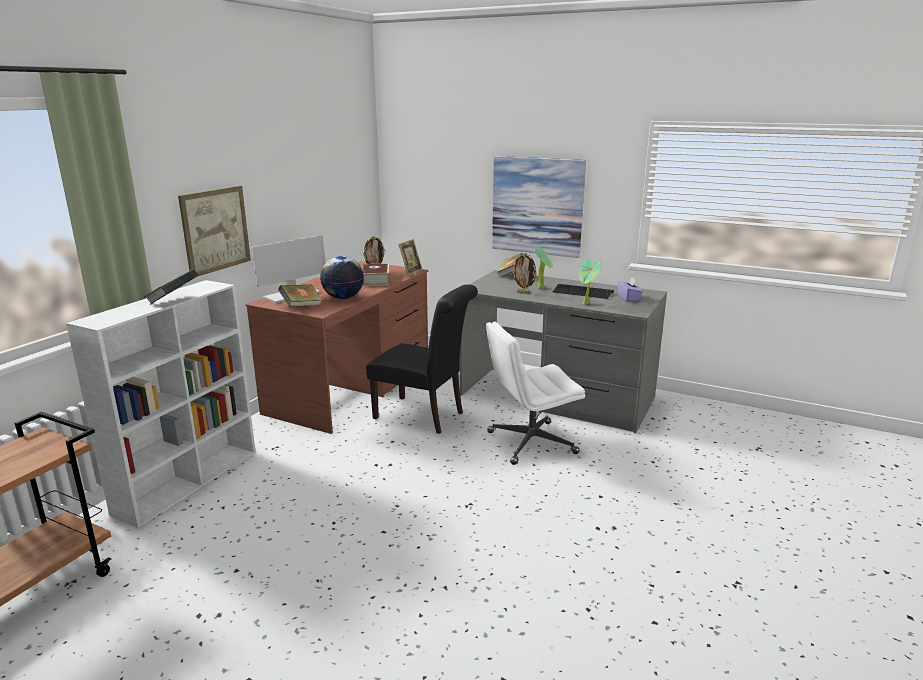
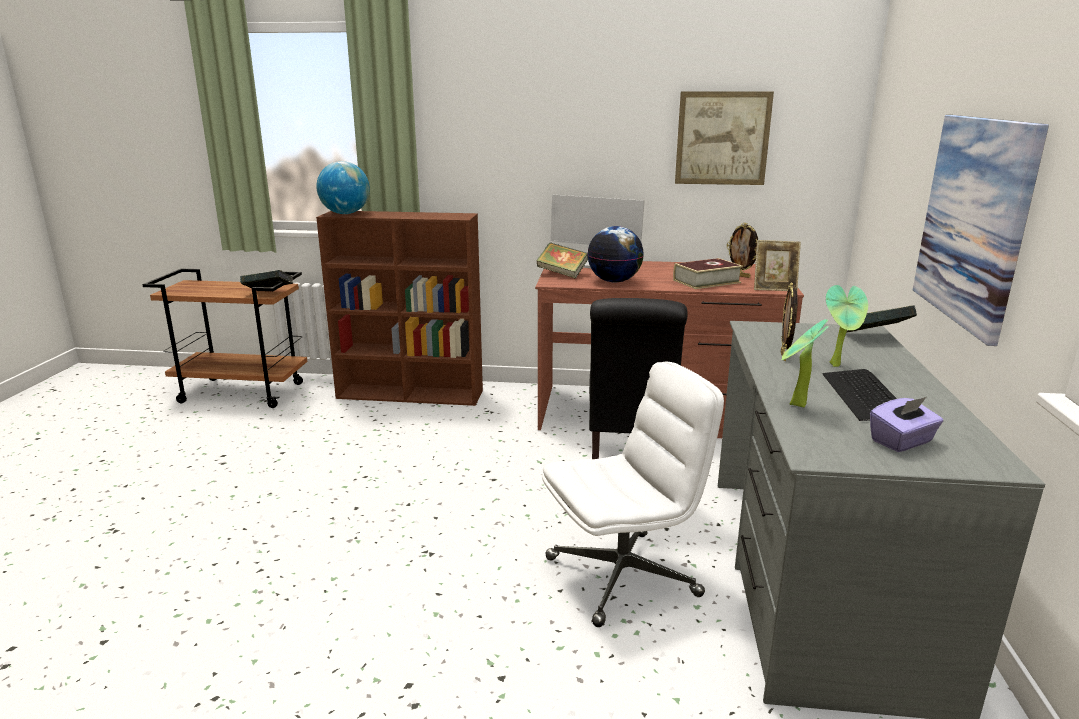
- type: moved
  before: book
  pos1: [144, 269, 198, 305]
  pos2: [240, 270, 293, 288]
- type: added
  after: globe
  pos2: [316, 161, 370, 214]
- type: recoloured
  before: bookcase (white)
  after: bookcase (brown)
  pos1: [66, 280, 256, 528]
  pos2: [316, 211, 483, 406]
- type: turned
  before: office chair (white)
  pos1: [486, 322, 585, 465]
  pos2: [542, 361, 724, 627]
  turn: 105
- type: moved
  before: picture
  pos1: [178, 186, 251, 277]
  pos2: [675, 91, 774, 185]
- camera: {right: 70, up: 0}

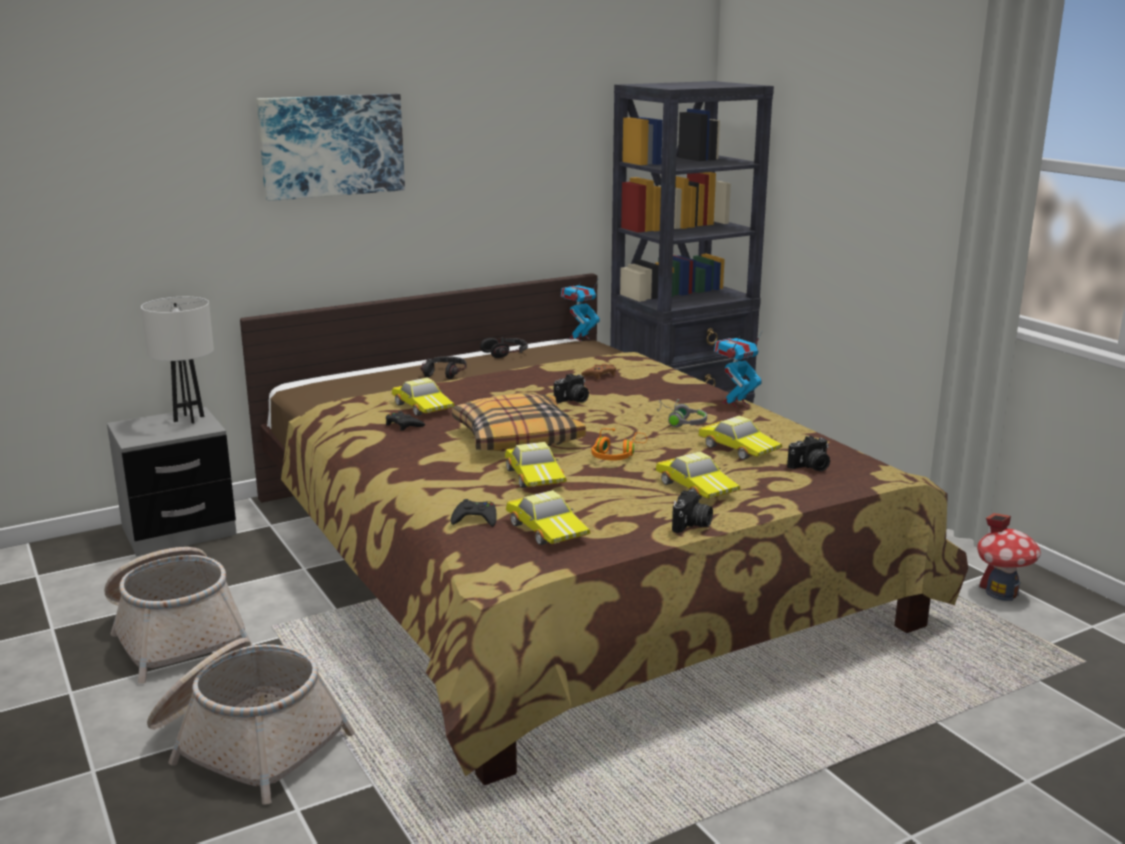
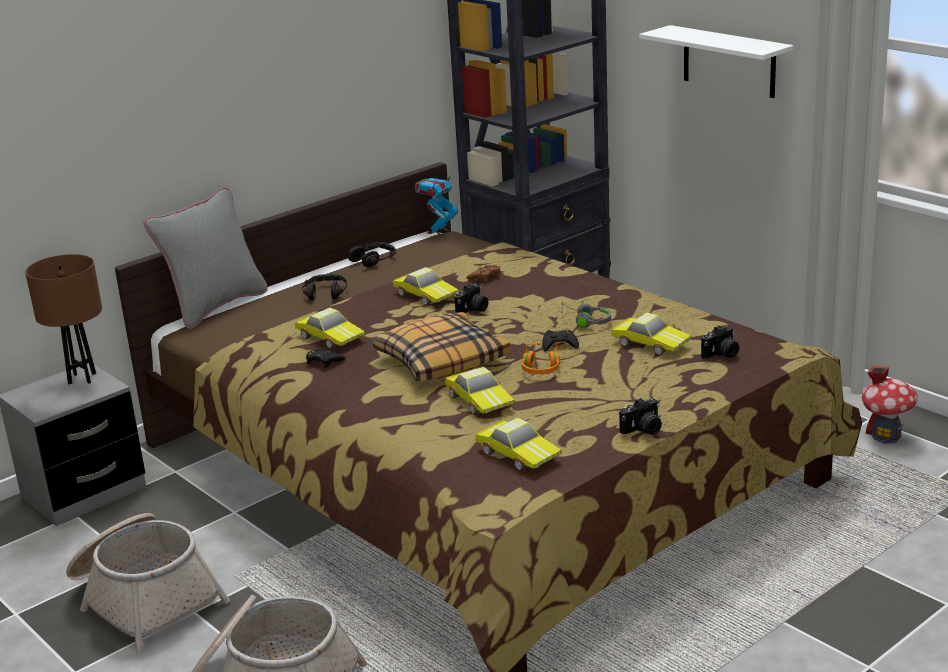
- type: recoloured
  before: table lamp (white)
  after: table lamp (brown)
  pos1: [141, 297, 214, 424]
  pos2: [25, 254, 102, 384]
- type: added
  after: pillow (grey)
  pos2: [143, 187, 268, 329]
- type: moved
  before: toy car
  pos1: [656, 451, 740, 500]
  pos2: [393, 267, 459, 305]
- type: moved
  before: game controller (black)
  pos1: [451, 499, 497, 527]
  pos2: [542, 330, 579, 352]
- type: turned
  before: photo camera
  pos1: [672, 489, 713, 533]
  pos2: [619, 398, 662, 435]
  turn: 45
- type: added
  after: shelf (white)
  pos2: [639, 25, 794, 98]
- type: removed
  before: picture
  pos1: [256, 94, 405, 201]
- type: removed
  before: toy robot
  pos1: [714, 332, 762, 407]
- camera: {right: -10, up: 5}

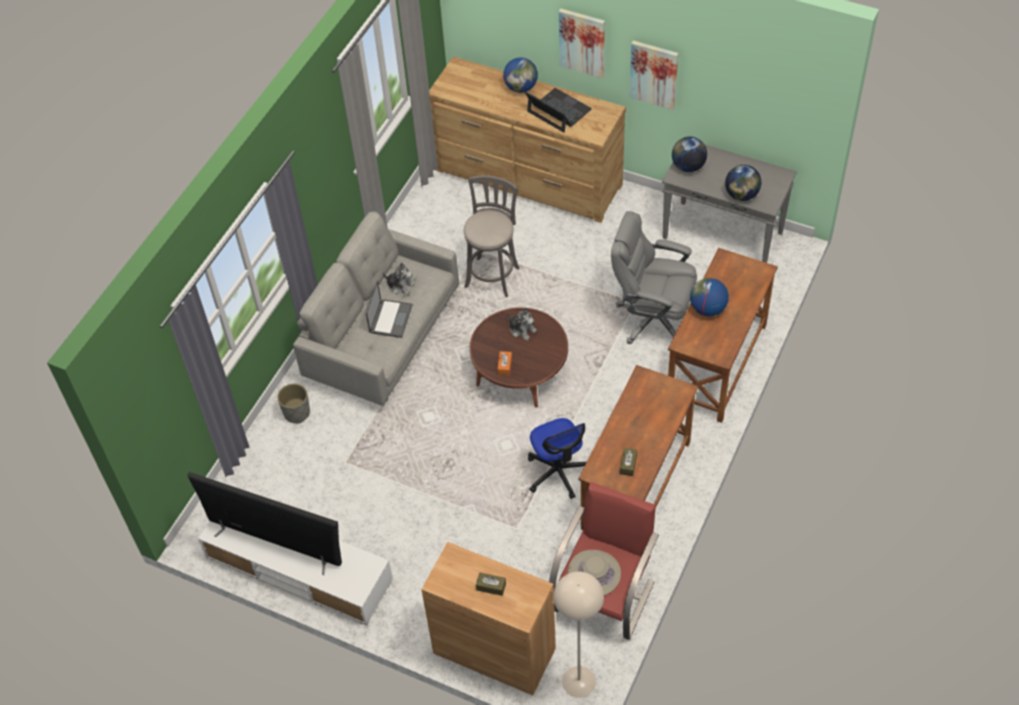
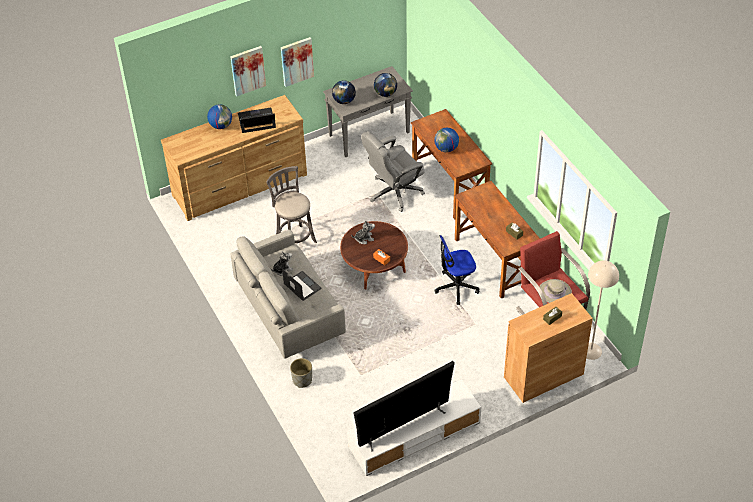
- type: turned
  before: office chair
  pos1: [528, 418, 587, 499]
  pos2: [434, 235, 479, 305]
  turn: 150
- camera: {right: -55, up: -5}

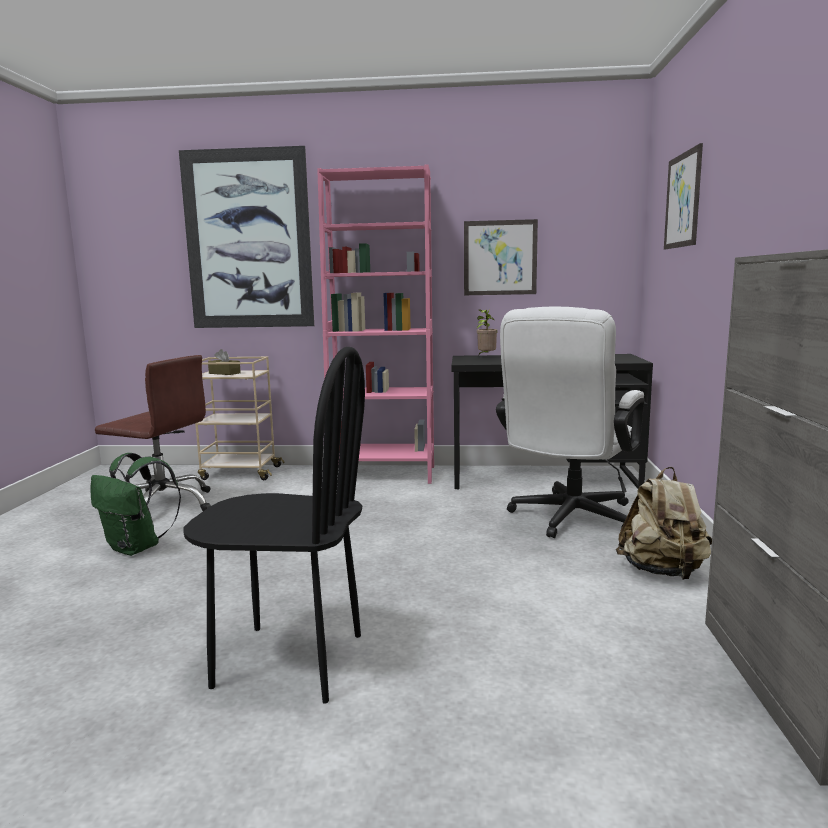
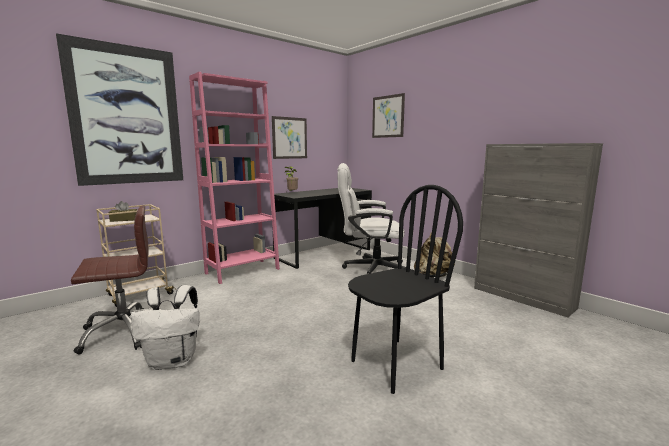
- type: recoloured
  before: backpack (green)
  after: backpack (white)
  pos1: [90, 453, 181, 556]
  pos2: [131, 285, 199, 370]
- type: turned
  before: office chair (white)
  pos1: [496, 307, 645, 538]
  pos2: [338, 163, 406, 274]
  turn: 105
- camera: {right: -45, up: 0}

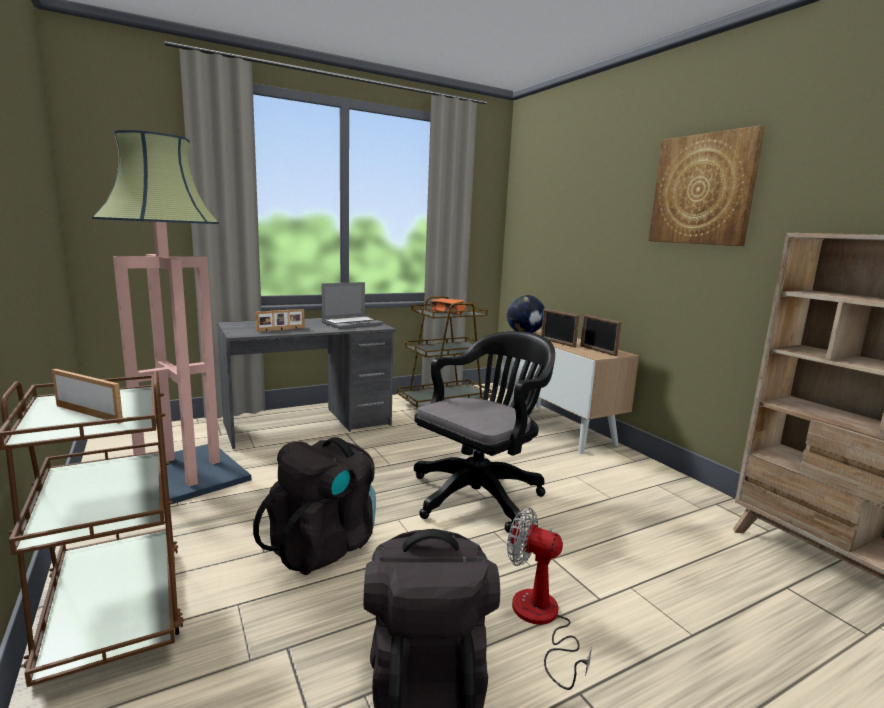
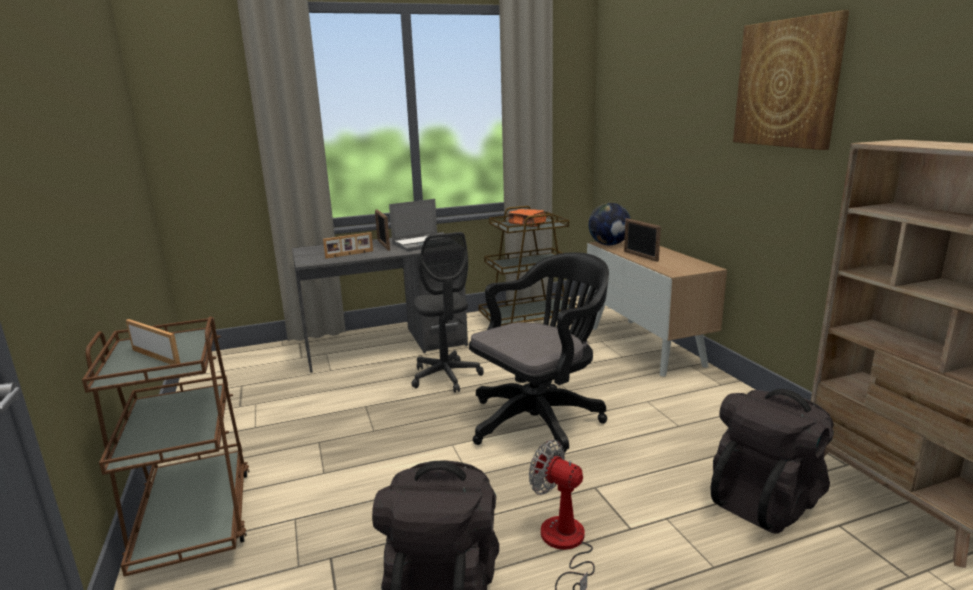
- type: moved
  before: picture frame
  pos1: [580, 314, 622, 356]
  pos2: [375, 209, 390, 251]
- type: added
  after: office chair (grey)
  pos2: [412, 232, 484, 393]
- type: moved
  before: backpack (black)
  pos1: [253, 437, 376, 575]
  pos2: [711, 389, 833, 534]
- type: removed
  before: floor lamp
  pos1: [91, 130, 251, 505]
- camera: {right: 10, up: 5}

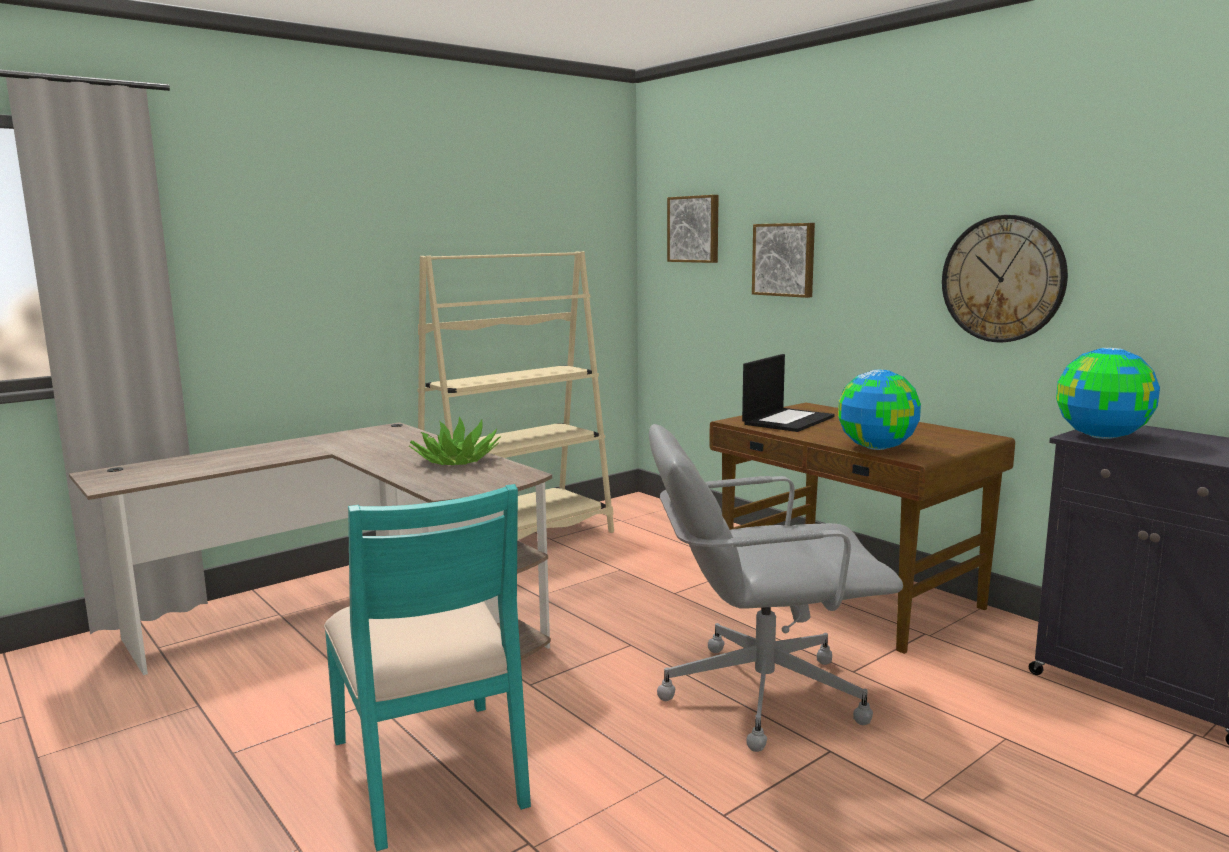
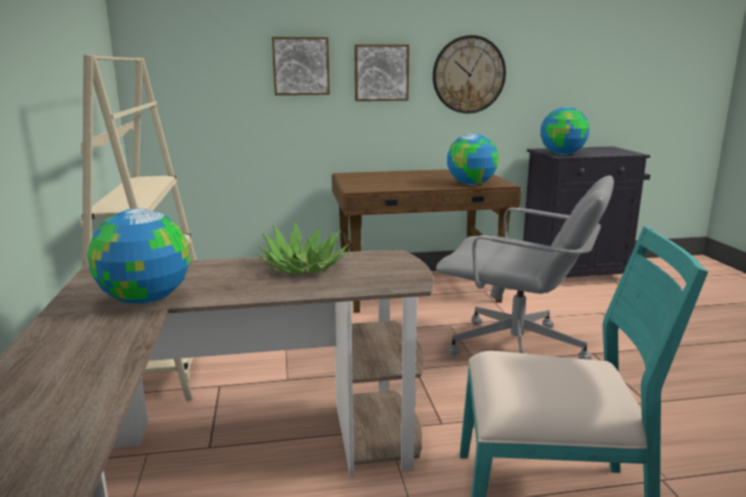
- type: added
  after: globe
  pos2: [87, 208, 190, 303]
- type: moved
  before: picture
  pos1: [667, 195, 719, 263]
  pos2: [354, 44, 409, 101]
- type: turned
  before: office chair (grey)
  pos1: [649, 424, 903, 752]
  pos2: [436, 175, 614, 360]
  turn: -90
- type: removed
  before: laptop
  pos1: [742, 354, 835, 432]
- camera: {right: -60, up: 5}

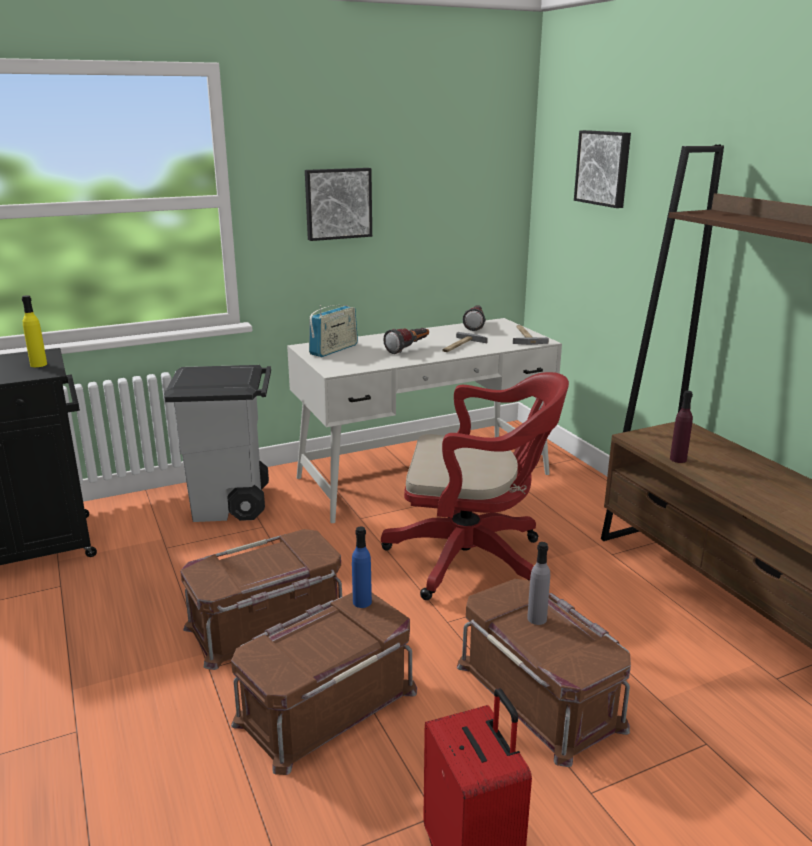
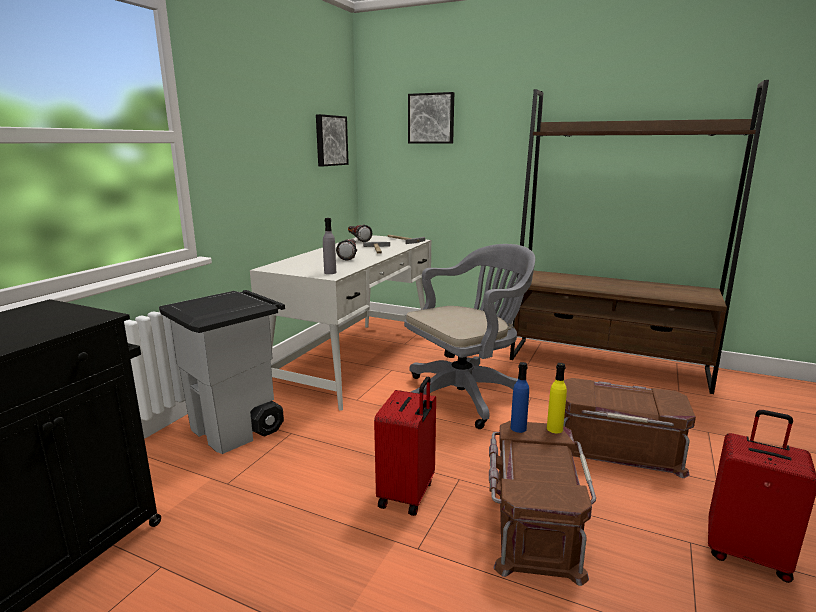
- type: moved
  before: picture
  pos1: [305, 168, 372, 241]
  pos2: [316, 114, 349, 166]
- type: moved
  before: bottle (grey)
  pos1: [527, 542, 550, 625]
  pos2: [323, 218, 336, 274]
- type: replaced
  before: storage box (brown)
  after: suitcase (red)
  pos1: [180, 529, 342, 670]
  pos2: [374, 377, 436, 516]
- type: recoloured
  before: office chair (red)
  after: office chair (grey)
  pos1: [381, 372, 569, 600]
  pos2: [404, 244, 535, 429]
- type: moved
  before: bottle (yellow)
  pos1: [22, 295, 47, 367]
  pos2: [547, 363, 567, 433]
- type: removed
  before: radio
  pos1: [309, 305, 358, 357]
- type: removed
  before: bottle (purple)
  pos1: [670, 391, 693, 463]
- camera: {right: -40, up: -5}

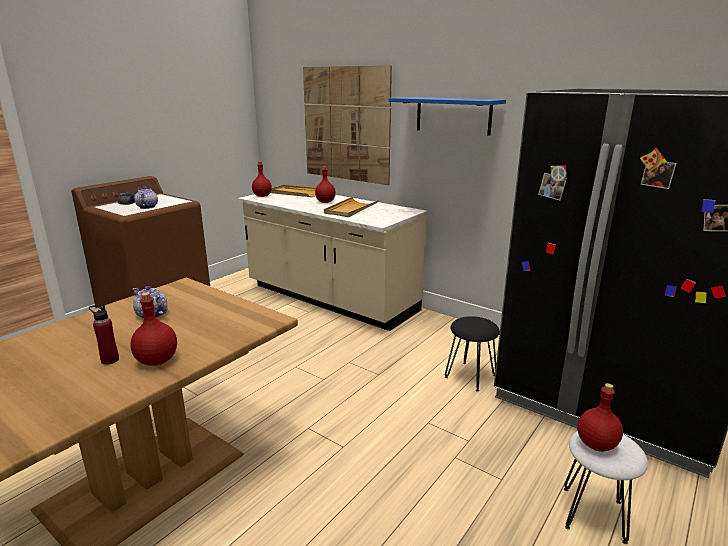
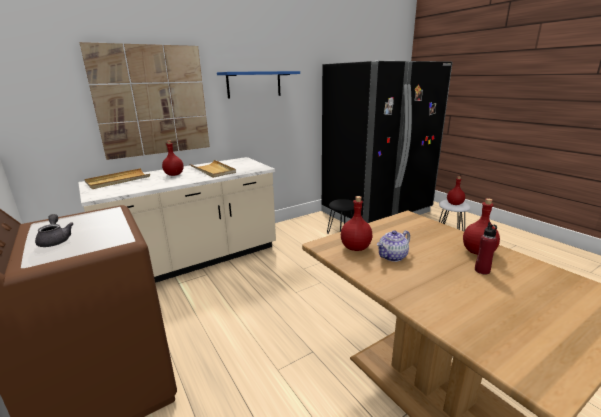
- type: moved
  before: bottle (red)
  pos1: [252, 162, 272, 197]
  pos2: [341, 196, 372, 251]
- type: removed
  before: teapot
  pos1: [135, 186, 158, 209]
- camera: {right: -70, up: 0}

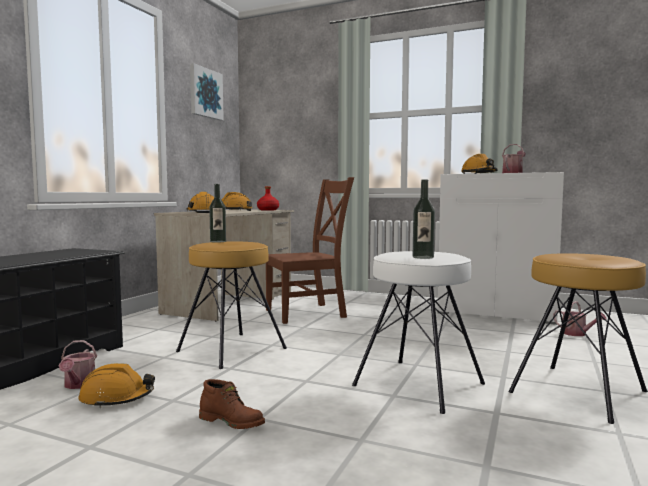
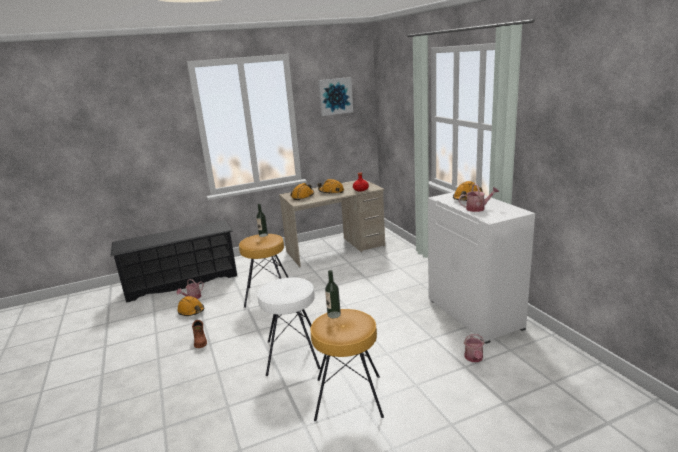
- type: moved
  before: bottle
  pos1: [413, 180, 435, 259]
  pos2: [325, 270, 341, 318]
- type: removed
  before: chair (brown)
  pos1: [266, 177, 354, 324]
- camera: {right: 45, up: 15}

